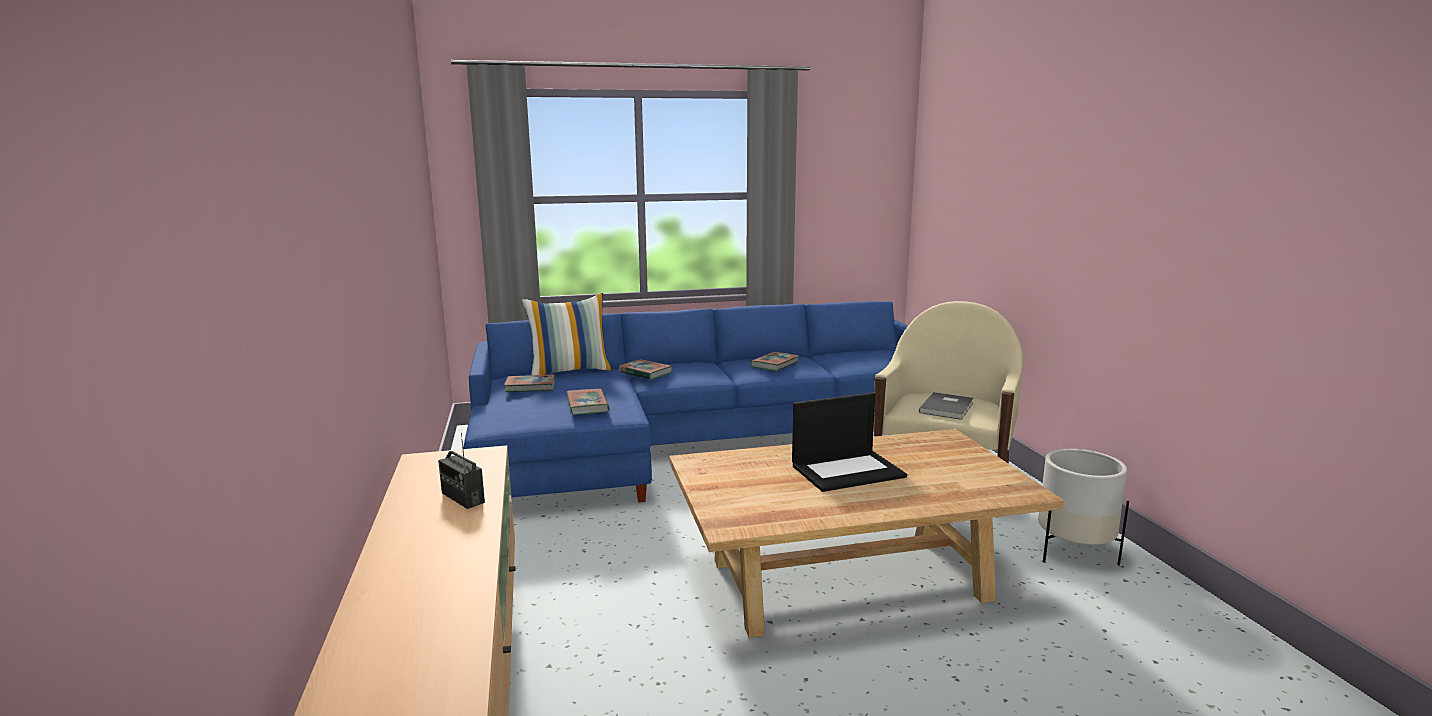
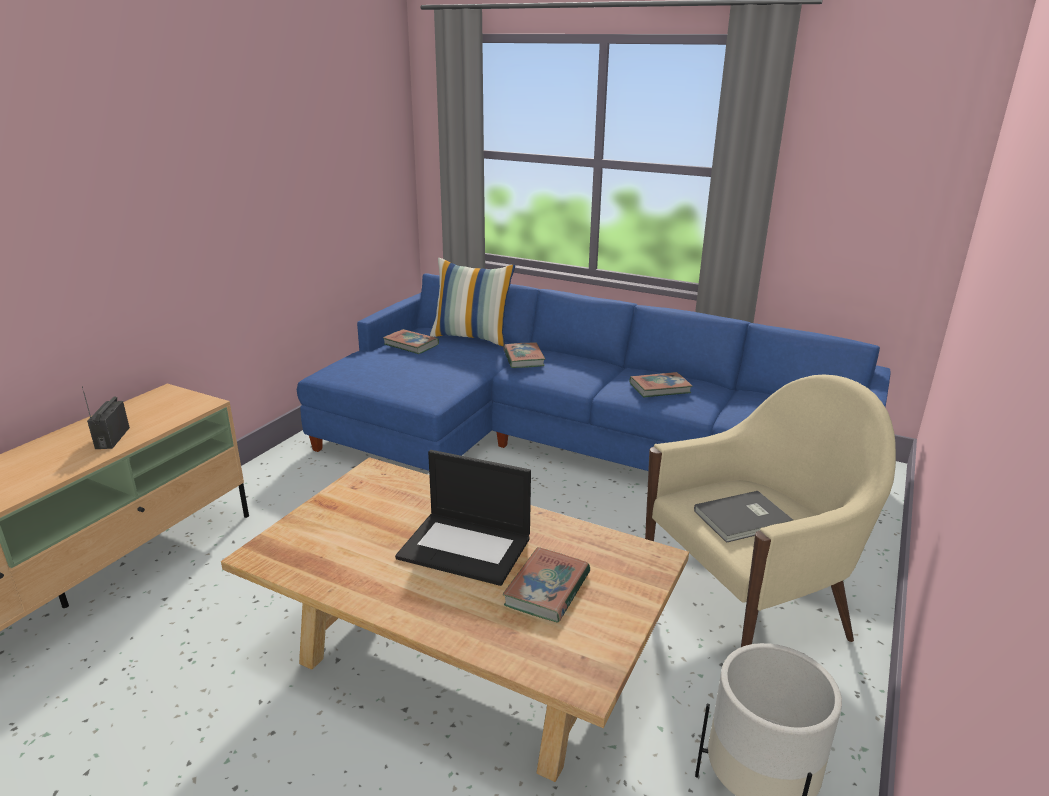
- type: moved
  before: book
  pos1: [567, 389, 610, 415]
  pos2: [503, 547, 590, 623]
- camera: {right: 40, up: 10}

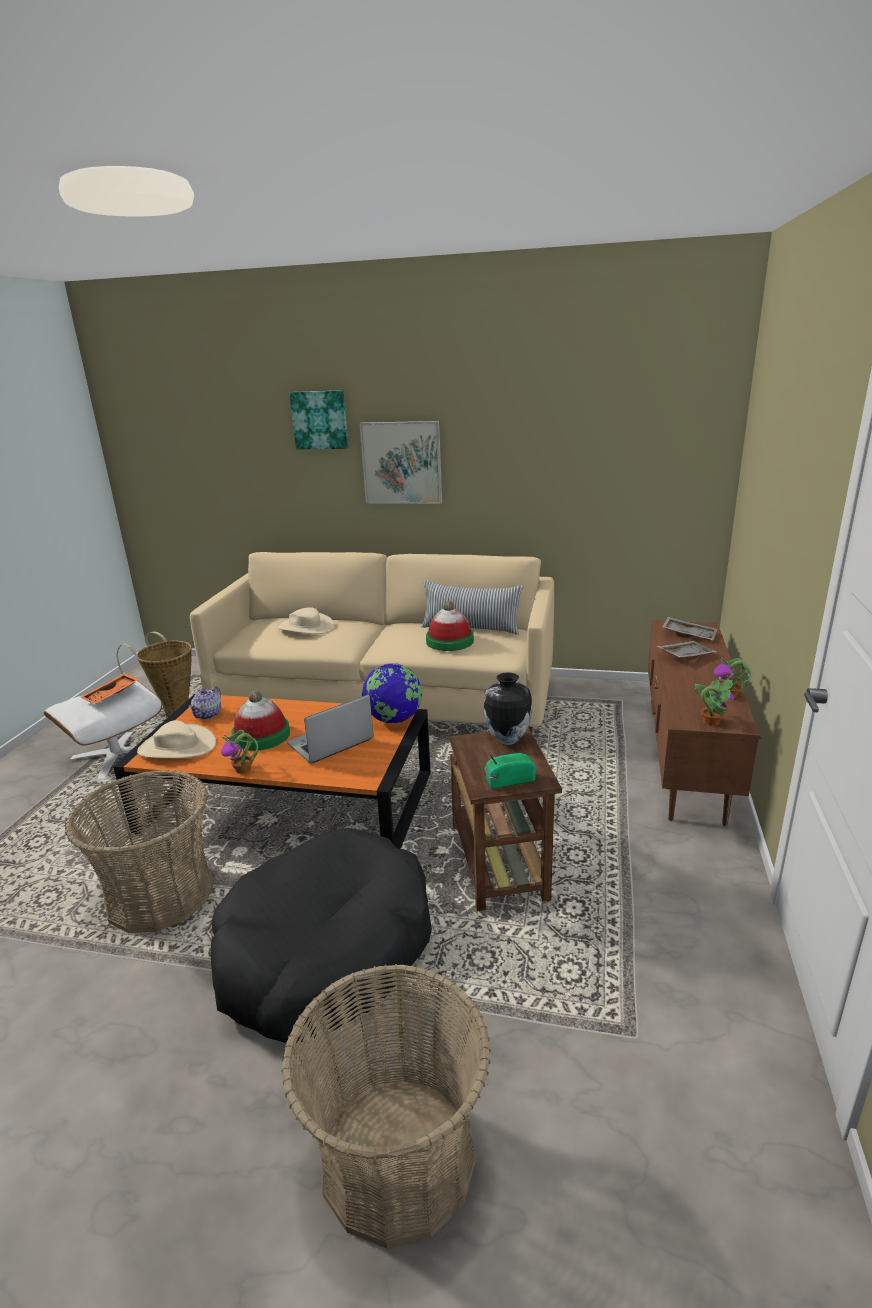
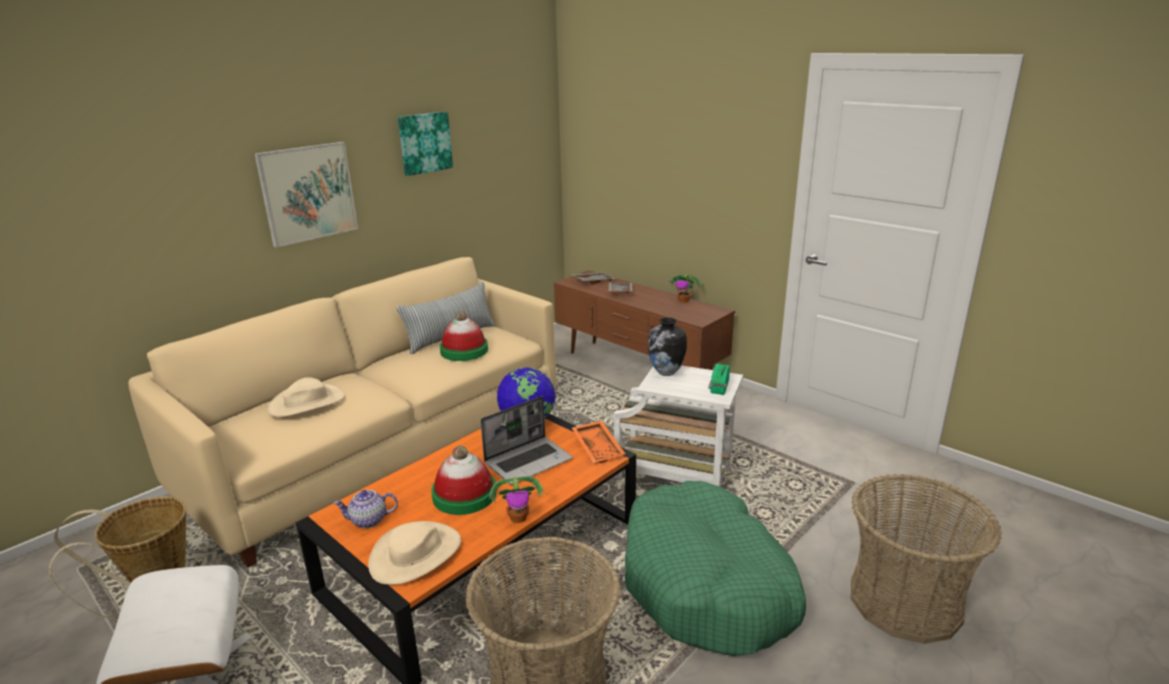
- type: turned
  before: teapot
  pos1: [189, 686, 221, 719]
  pos2: [333, 490, 398, 528]
  turn: 120
- type: moved
  before: picture
  pos1: [289, 390, 349, 449]
  pos2: [398, 112, 453, 176]
- type: turned
  before: laptop
  pos1: [287, 695, 374, 763]
  pos2: [480, 396, 573, 485]
  turn: -120
- type: moved
  before: tray (orange)
  pos1: [81, 673, 139, 704]
  pos2: [572, 421, 625, 463]
- type: recoloured
  before: side table (brown)
  after: side table (white)
  pos1: [449, 727, 562, 911]
  pos2: [614, 365, 743, 487]
- type: recoloured
  before: dog bed (black)
  after: dog bed (green)
  pos1: [210, 828, 432, 1043]
  pos2: [625, 481, 806, 656]
- type: removed
  before: potted plant
  pos1: [695, 679, 734, 726]
- camera: {right: -60, up: 0}

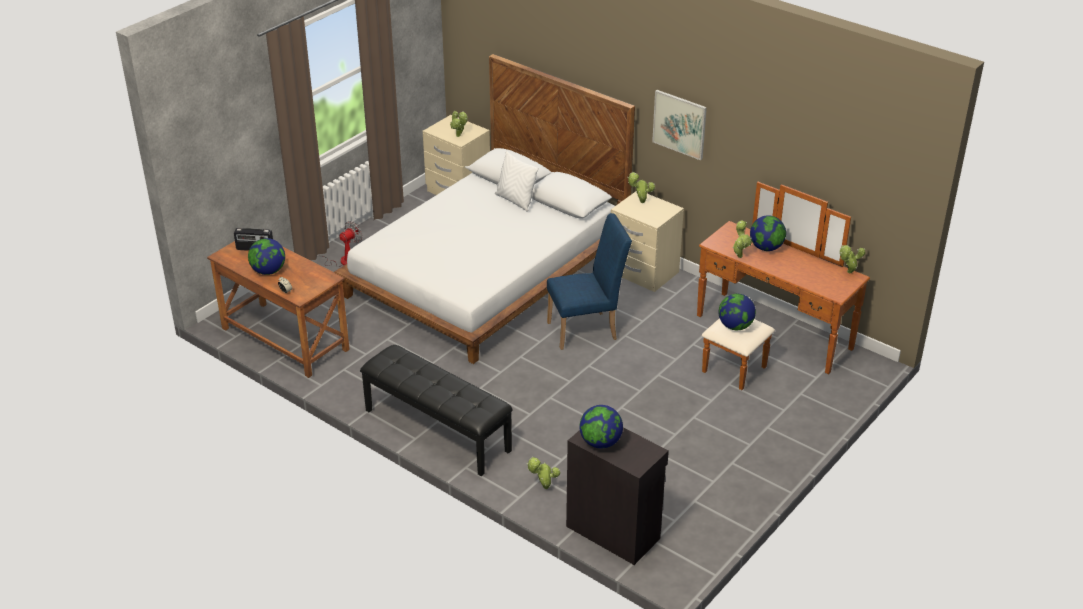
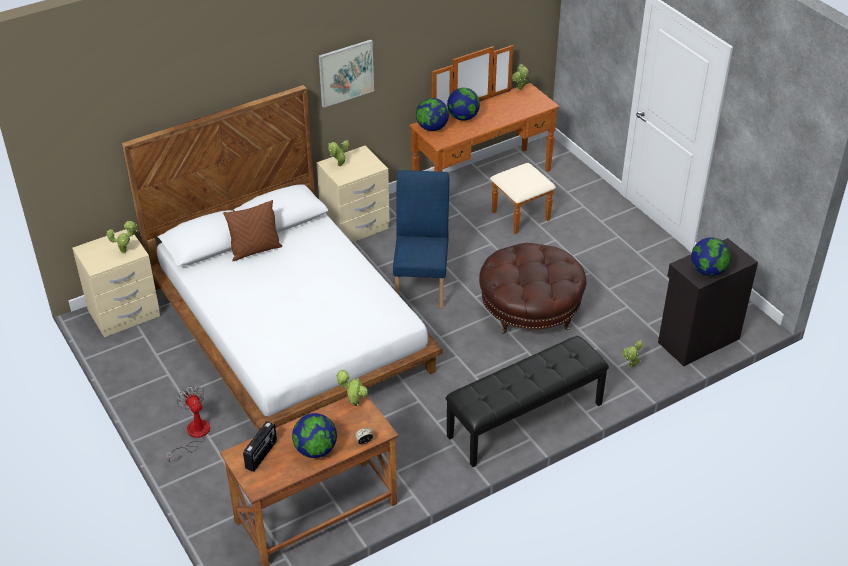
- type: recoloured
  before: pillow (white)
  after: pillow (brown)
  pos1: [495, 150, 539, 212]
  pos2: [223, 200, 282, 261]
- type: moved
  before: potted plant
  pos1: [732, 221, 752, 258]
  pos2: [336, 369, 368, 406]
- type: moved
  before: globe
  pos1: [719, 294, 756, 330]
  pos2: [416, 98, 449, 131]
- type: added
  after: ottoman (brown)
  pos2: [479, 243, 586, 334]
- camera: {right: -70, up: 5}

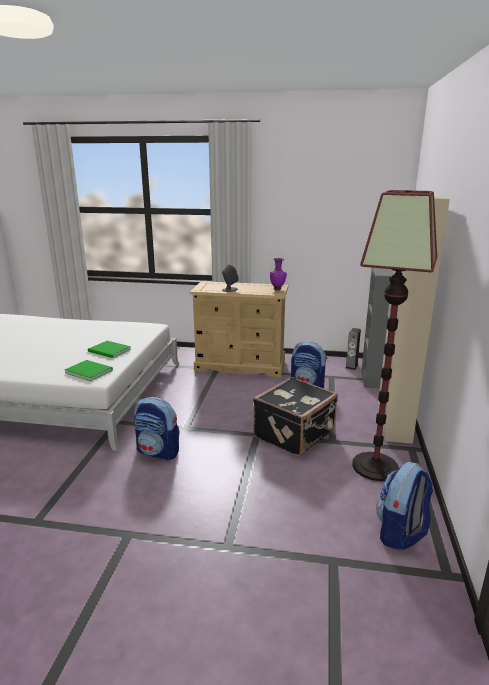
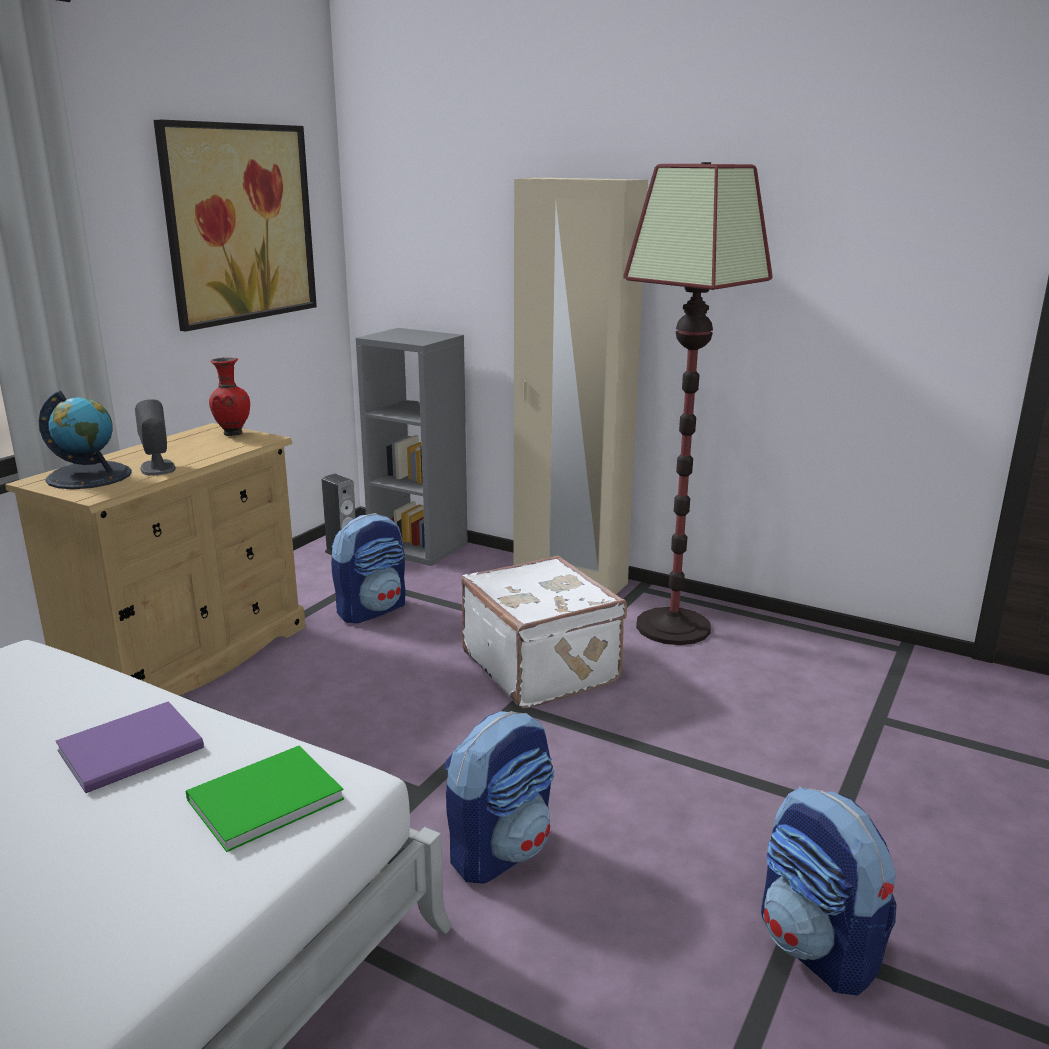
- type: added
  after: globe
  pos2: [39, 391, 132, 489]
- type: recoloured
  before: book (green)
  after: book (purple)
  pos1: [88, 341, 131, 358]
  pos2: [56, 701, 204, 793]
- type: added
  after: picture
  pos2: [153, 119, 317, 332]
- type: recoloured
  before: vase (purple)
  after: vase (red)
  pos1: [270, 258, 287, 290]
  pos2: [209, 357, 250, 436]
- type: recoloured
  before: suitcase (black)
  after: suitcase (white)
  pos1: [253, 377, 338, 456]
  pos2: [461, 555, 627, 708]
- type: moved
  before: backpack
  pos1: [376, 462, 433, 550]
  pos2: [761, 787, 897, 996]
- camera: {right: -70, up: 0}

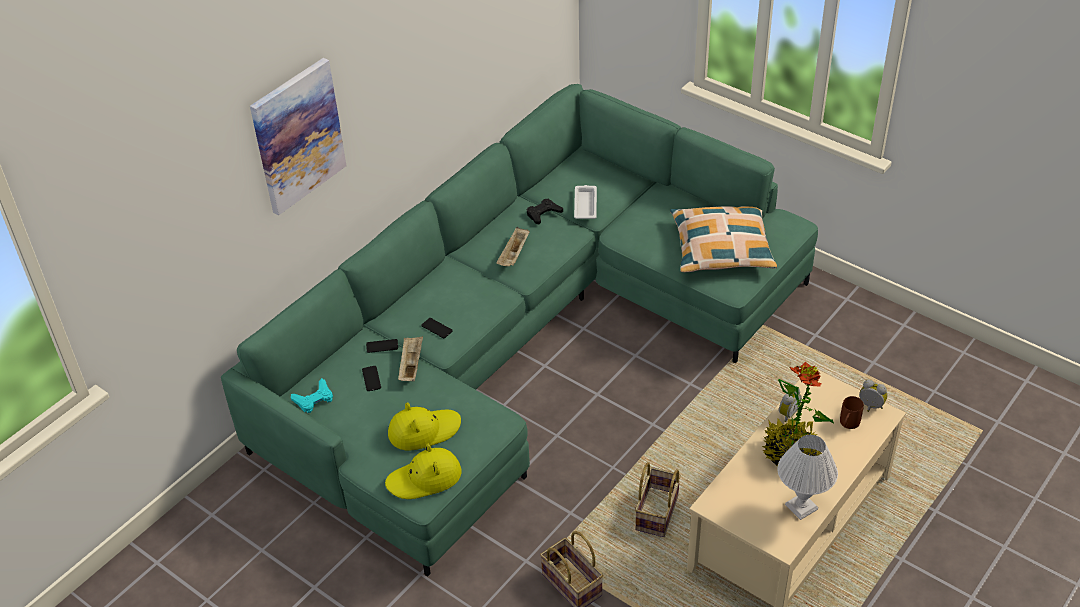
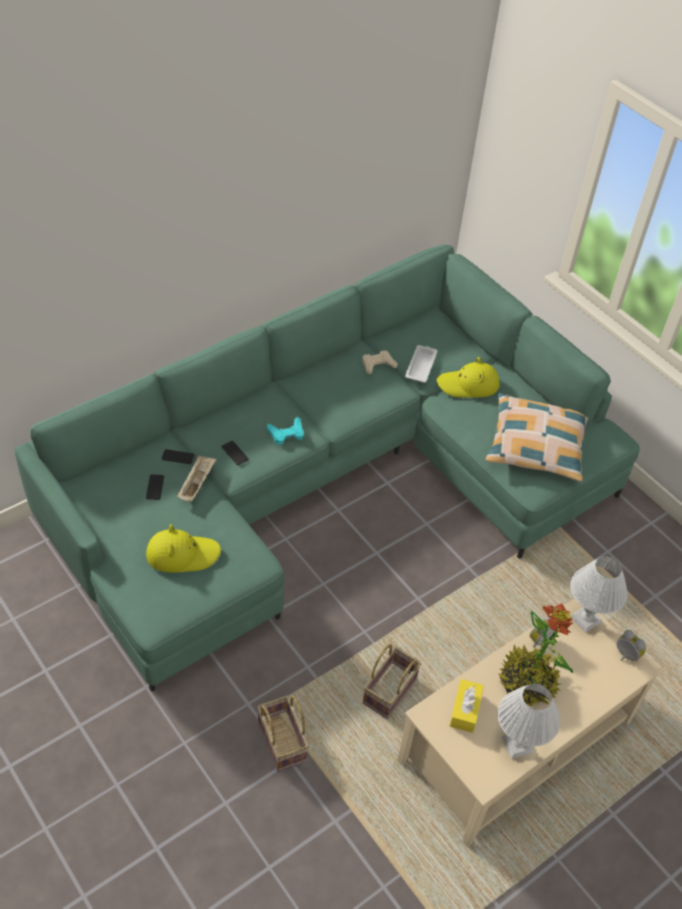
- type: moved
  before: game controller (turquoise)
  pos1: [291, 378, 333, 413]
  pos2: [267, 417, 304, 445]
- type: recoloured
  before: game controller (black)
  after: game controller (beige)
  pos1: [527, 199, 563, 224]
  pos2: [362, 350, 398, 374]
- type: moved
  before: hat (yellow)
  pos1: [385, 444, 461, 499]
  pos2: [437, 357, 500, 398]
- type: added
  after: tissue box (yellow)
  pos2: [450, 679, 484, 733]
- type: added
  after: table lamp (white)
  pos2: [570, 557, 628, 633]
- type: removed
  before: picture
  pos1: [250, 58, 347, 215]
- type: removed
  before: tray (beige)
  pos1: [497, 227, 530, 266]
- type: removed
  before: mug (brown)
  pos1: [840, 396, 864, 429]
- camera: {right: 10, up: 5}

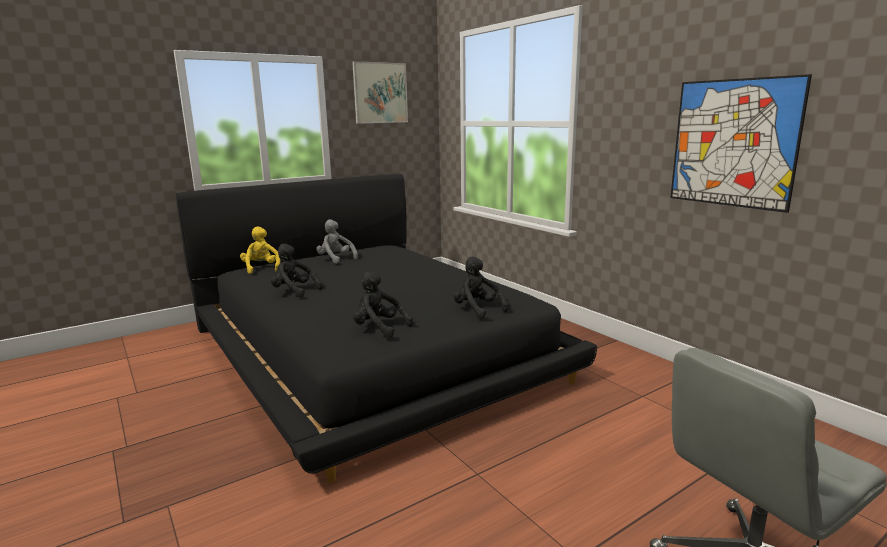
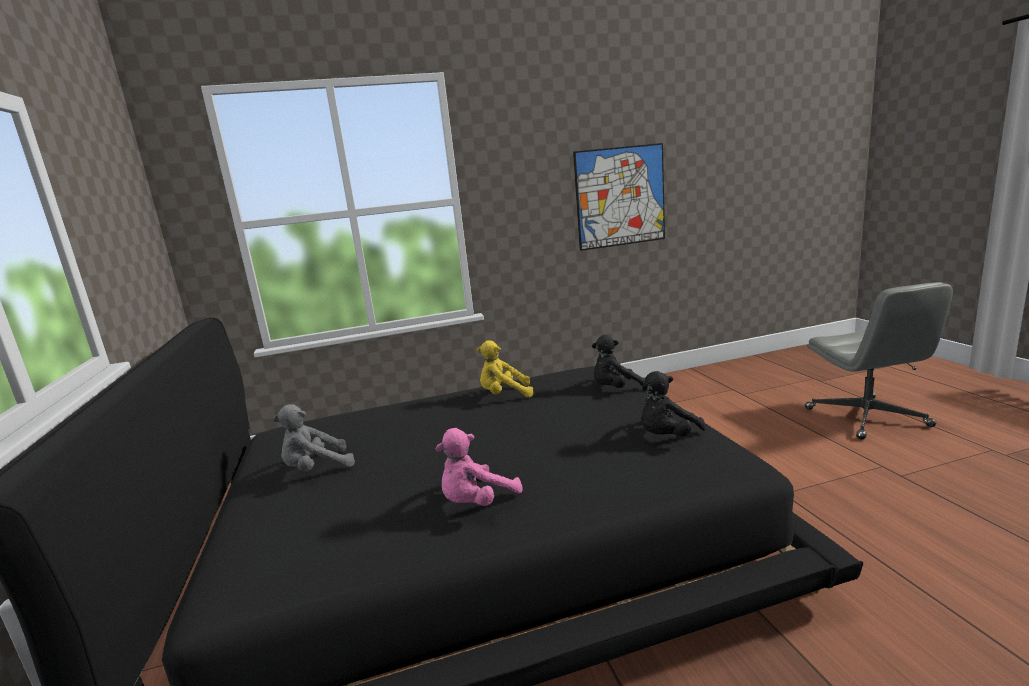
- type: recoloured
  before: plush toy (black)
  after: plush toy (pink)
  pos1: [271, 244, 322, 297]
  pos2: [436, 428, 523, 506]
- type: moved
  before: plush toy (yellow)
  pos1: [240, 226, 280, 274]
  pos2: [477, 340, 533, 398]
- type: removed
  before: picture
  pos1: [352, 61, 408, 124]
- camera: {right: -70, up: 0}

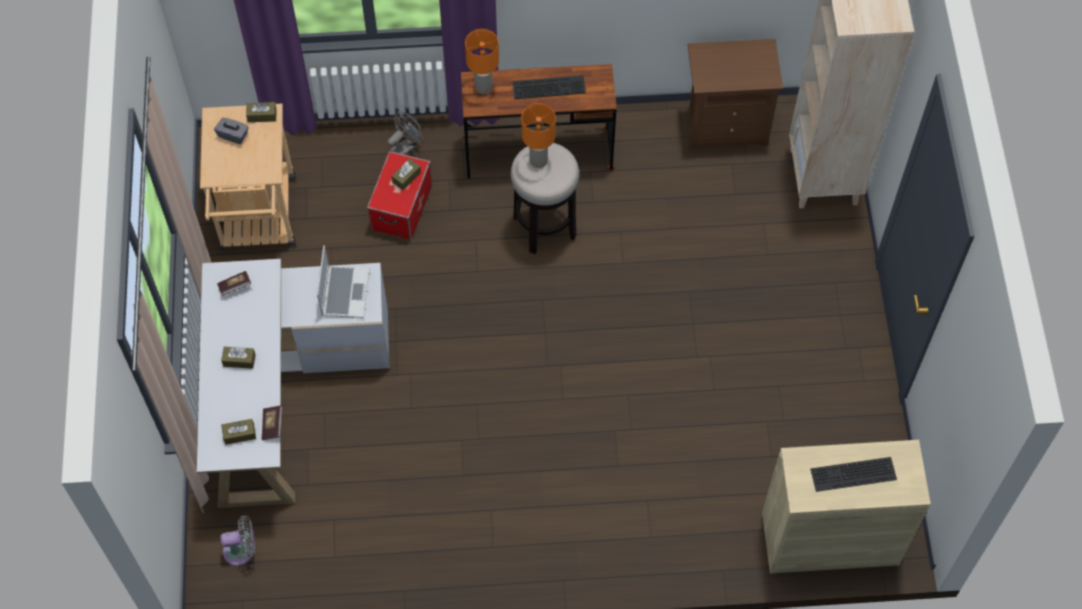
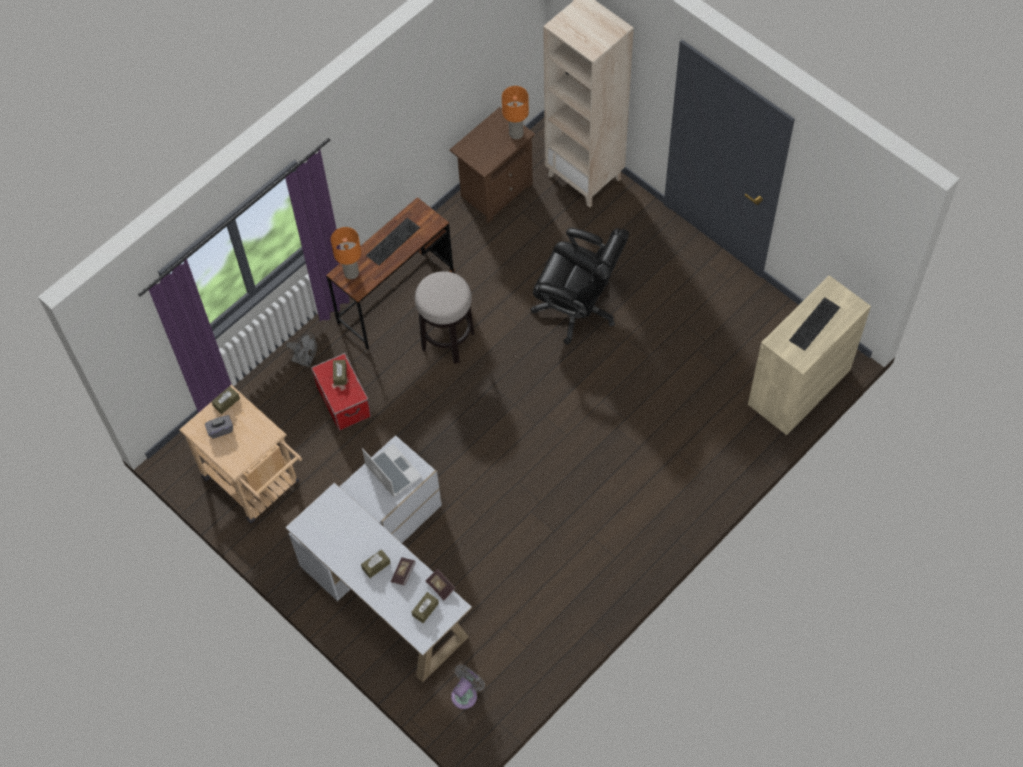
- type: turned
  before: fan (grey)
  pos1: [388, 112, 422, 155]
  pos2: [286, 332, 317, 367]
  turn: 105
- type: moved
  before: book
  pos1: [217, 271, 251, 296]
  pos2: [391, 557, 416, 586]
- type: moved
  before: table lamp (orange)
  pos1: [521, 103, 556, 168]
  pos2: [502, 86, 529, 139]
- type: added
  after: office chair (black)
  pos2: [530, 228, 629, 345]
- camera: {right: -40, up: 0}

